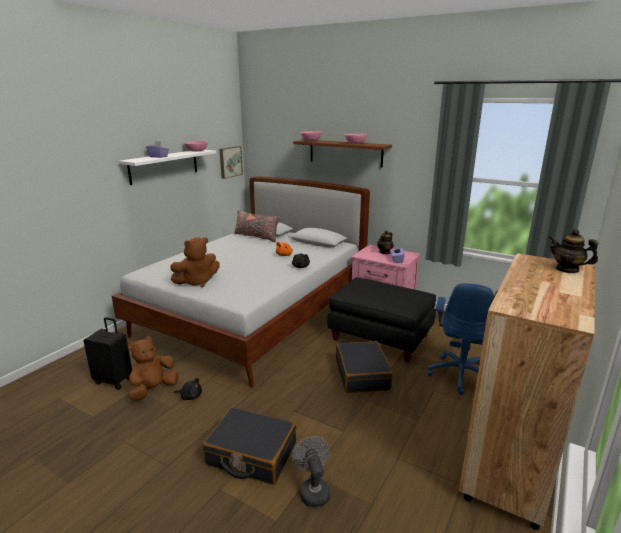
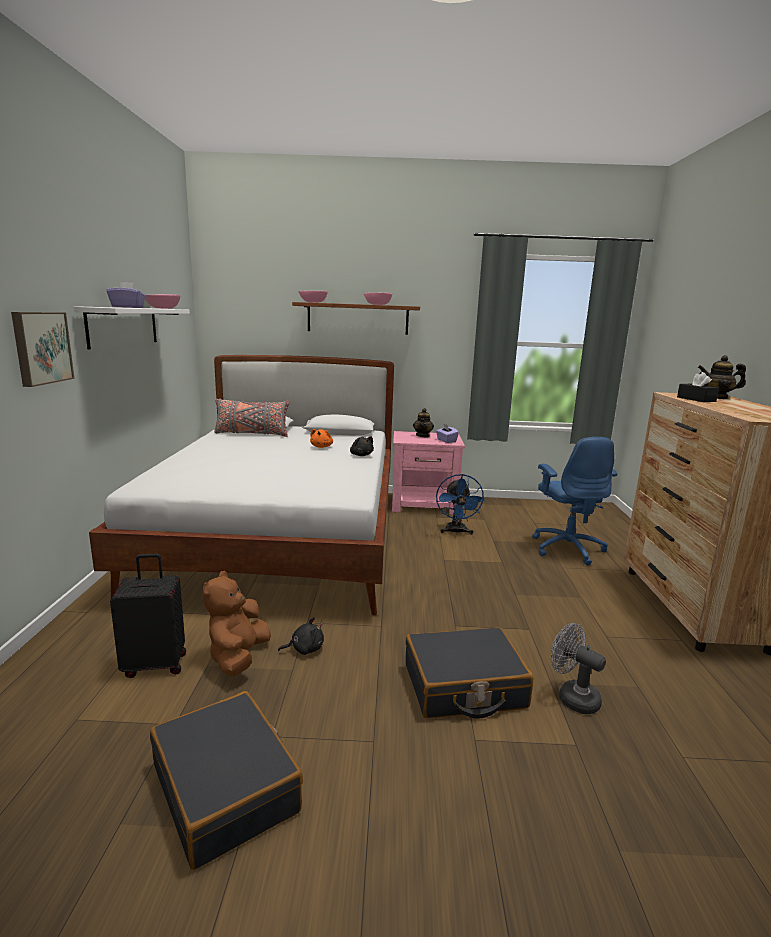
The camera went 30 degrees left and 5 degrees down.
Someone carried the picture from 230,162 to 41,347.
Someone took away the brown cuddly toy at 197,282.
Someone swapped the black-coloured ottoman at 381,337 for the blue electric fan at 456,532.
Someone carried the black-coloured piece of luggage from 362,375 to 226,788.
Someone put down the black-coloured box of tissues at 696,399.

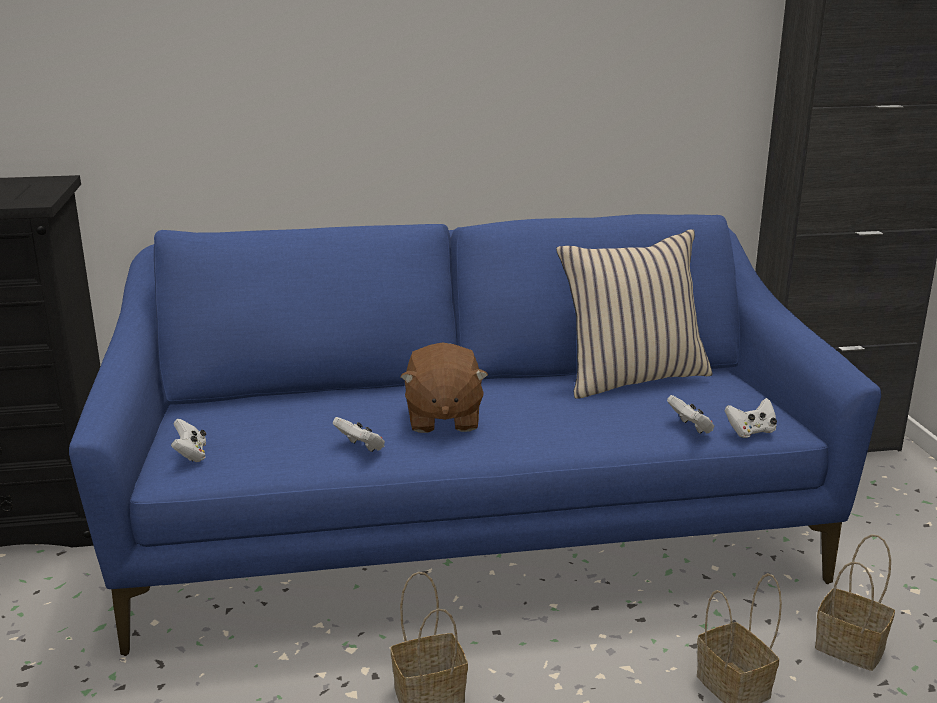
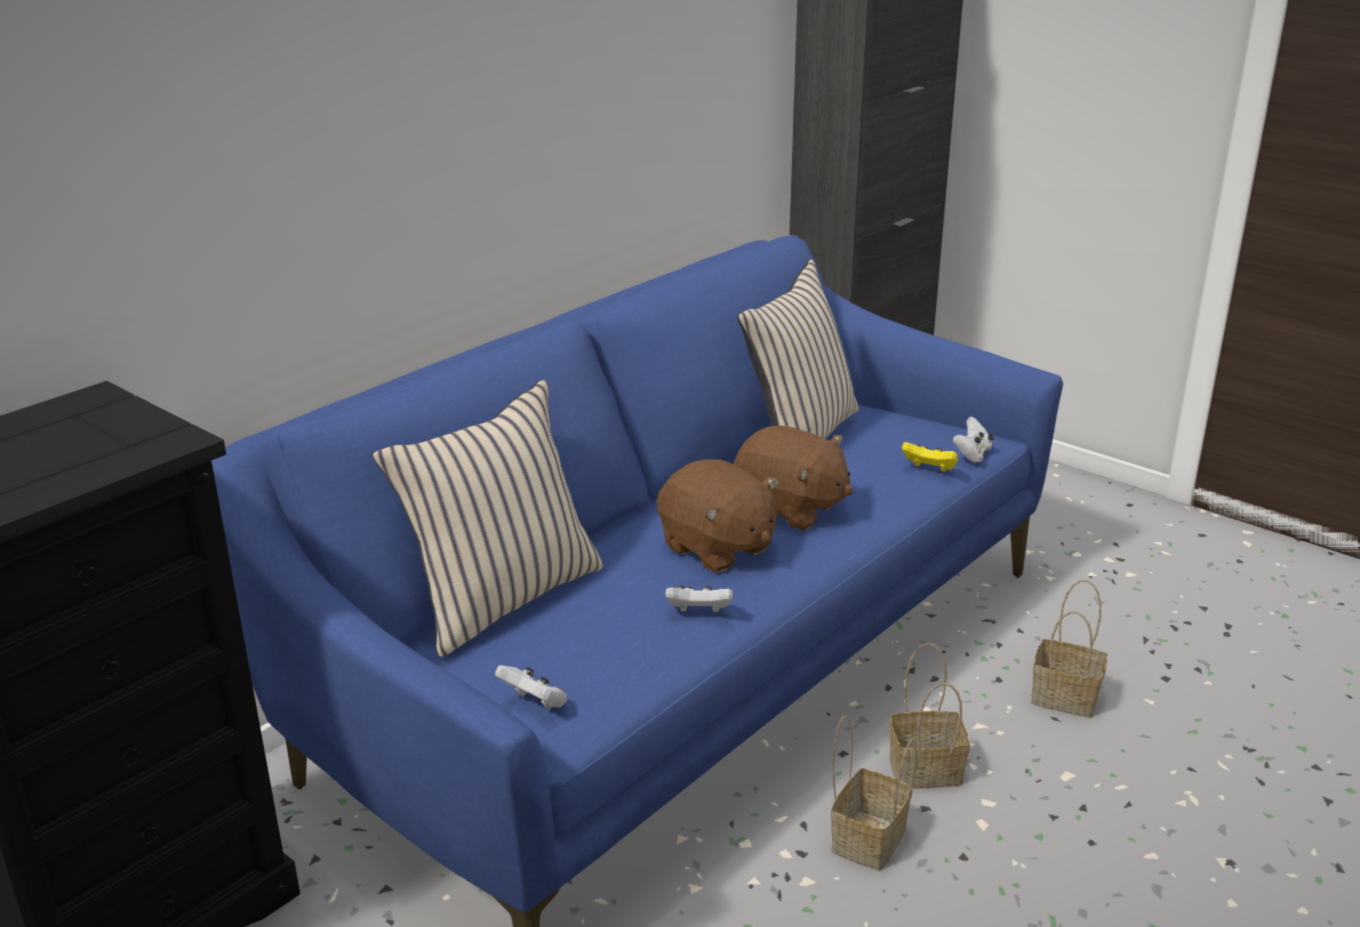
The camera went 40 degrees left and 5 degrees up.
Someone repainted the white-coloured game controller at 690,428, which became the yellow game controller at 929,469.
Someone carried the basket from 852,648 to 927,769.
Someone put down the sand-coloured throw pillow at 501,598.
Someone put down the brown cuddly toy at 789,509.

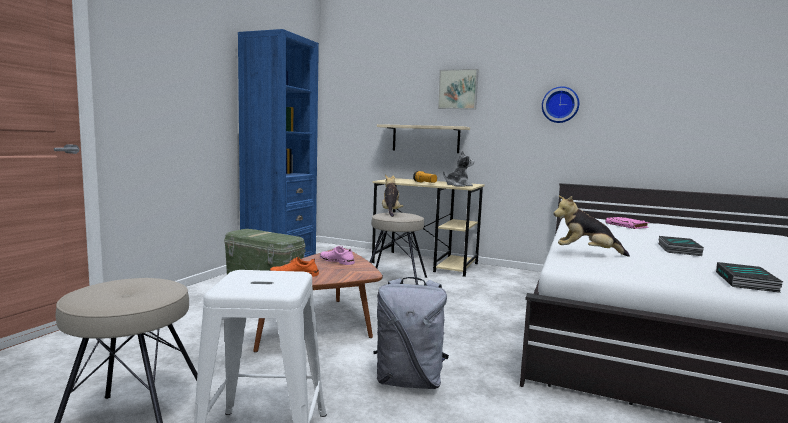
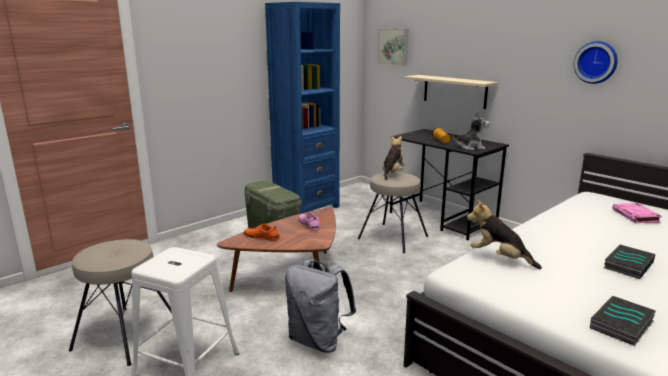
The camera went 25 degrees right and 10 degrees up.
Someone carried the picture from 458,89 to 393,47.
Someone repainted the sand-coloured desk unit at 426,263, which became the black-coloured desk unit at 442,219.

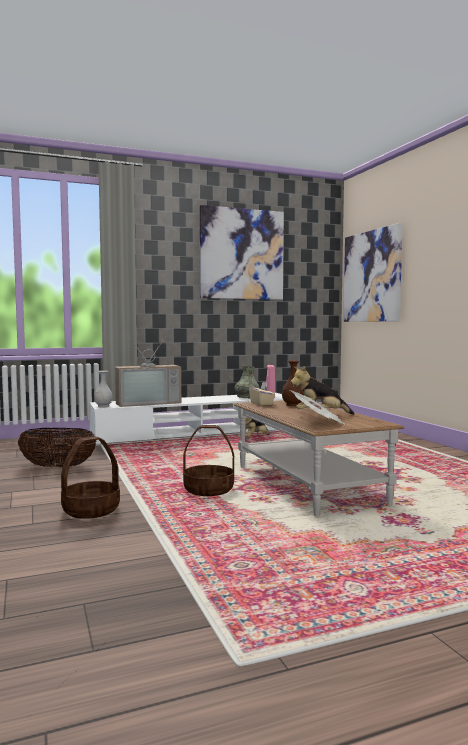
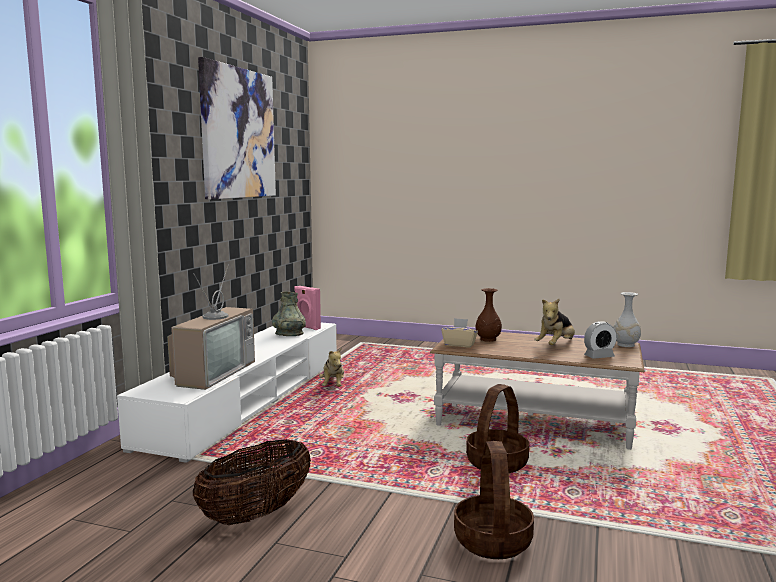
The camera went 50 degrees left and 5 degrees up.
Someone took away the picture at 372,276.
Someone carried the white-coloured flower vase from 103,406 to 625,345.
Someone swapped the newspaper at 318,423 for the table clock at 599,356.

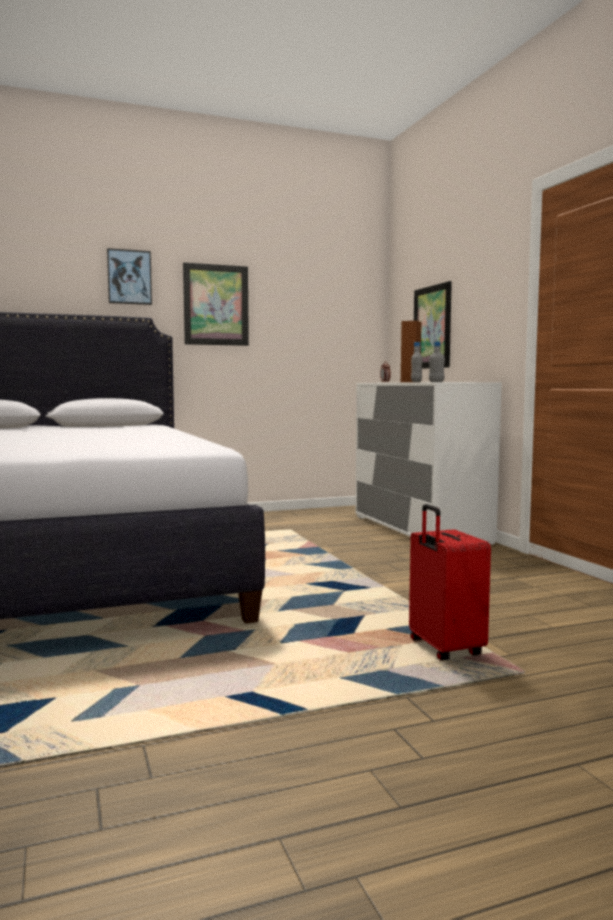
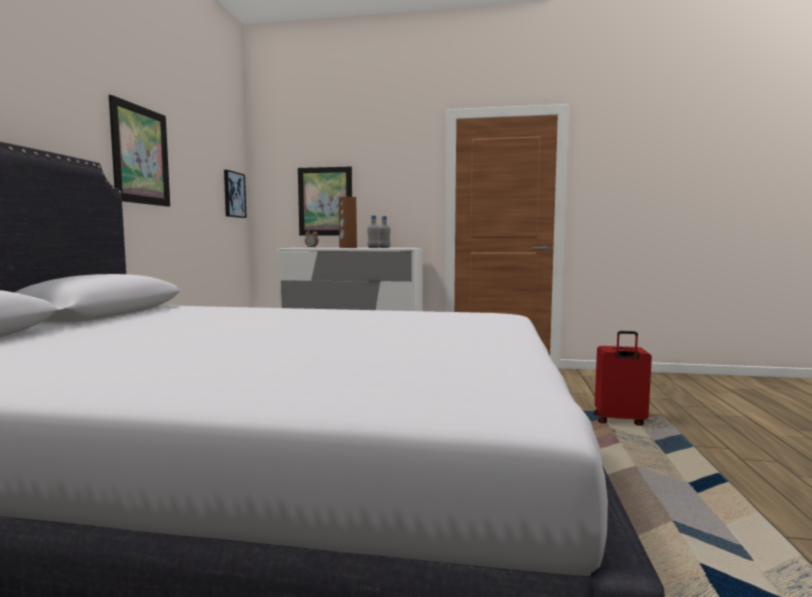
The camera went 60 degrees left and 0 degrees up.
Someone carried the picture from 129,277 to 234,194.

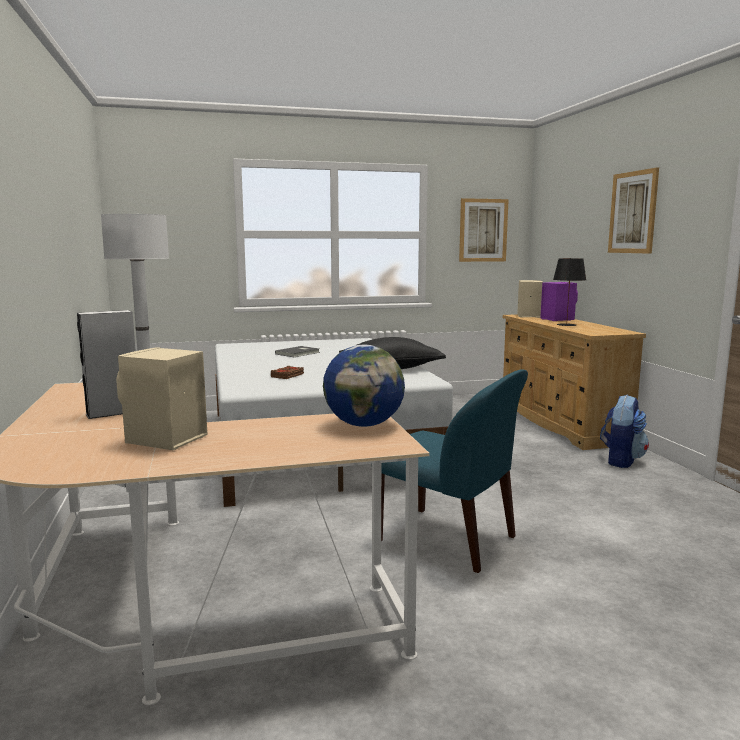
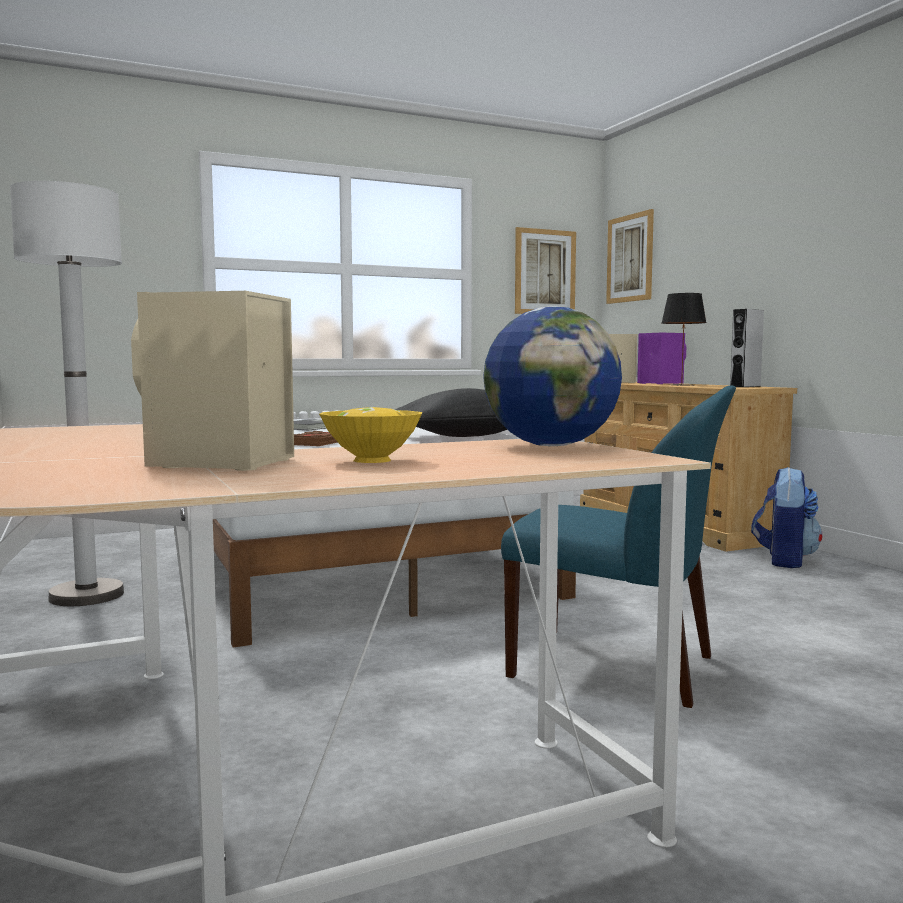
The camera went 10 degrees left and 5 degrees down.
Someone carried the picture from 633,212 to 630,258.
Someone carried the gray audio speaker from 113,413 to 745,386.
Someone put down the yellow serving bowl at 374,460.

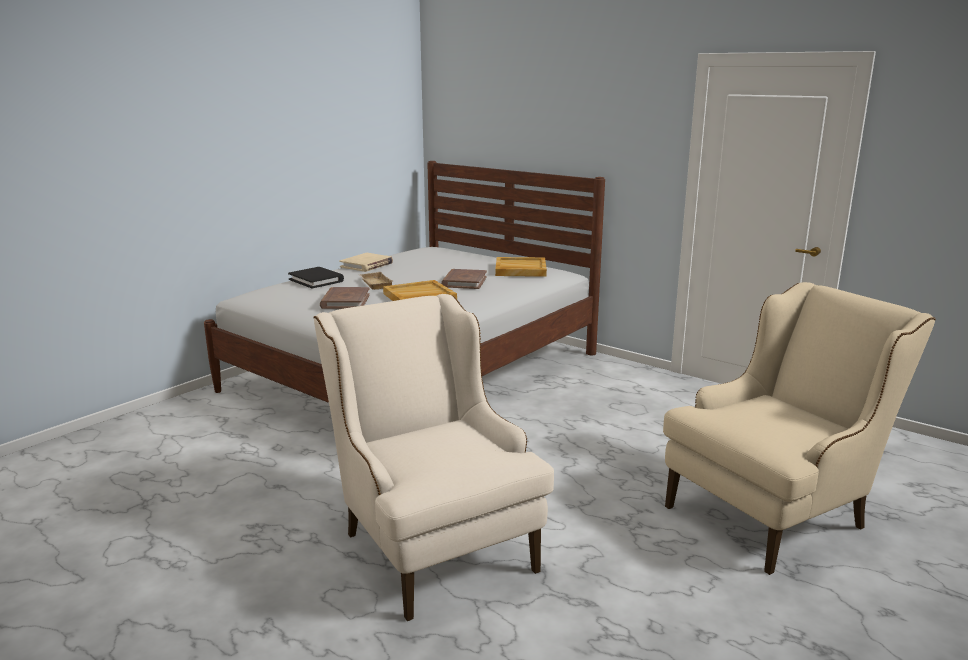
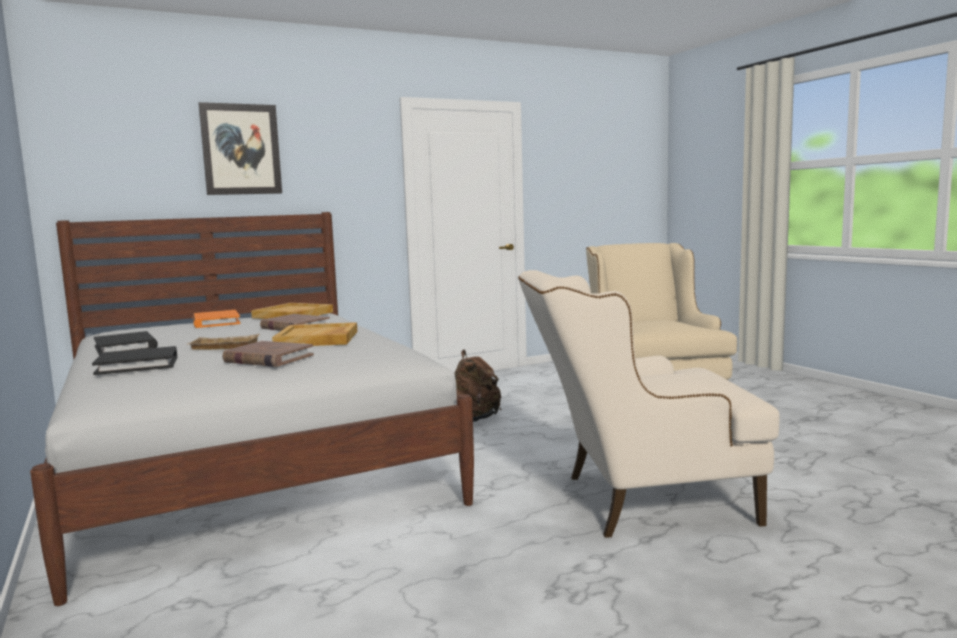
The camera went 65 degrees left and 10 degrees down.
Someone repainted the sand-coloured volume at 366,265, which became the black-coloured volume at 126,347.
Someone put up the picture at 241,149.
Someone put down the orangey volume at 216,322.
Someone put down the brown knapsack at 473,420.

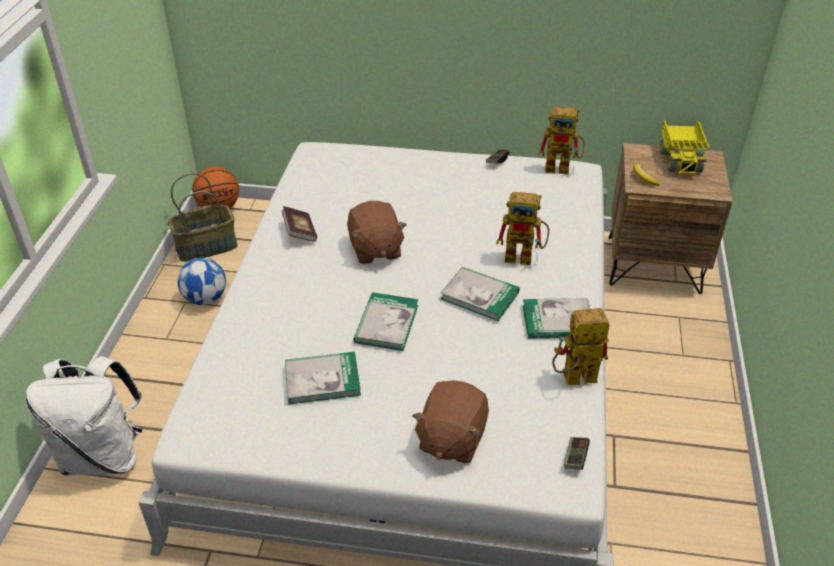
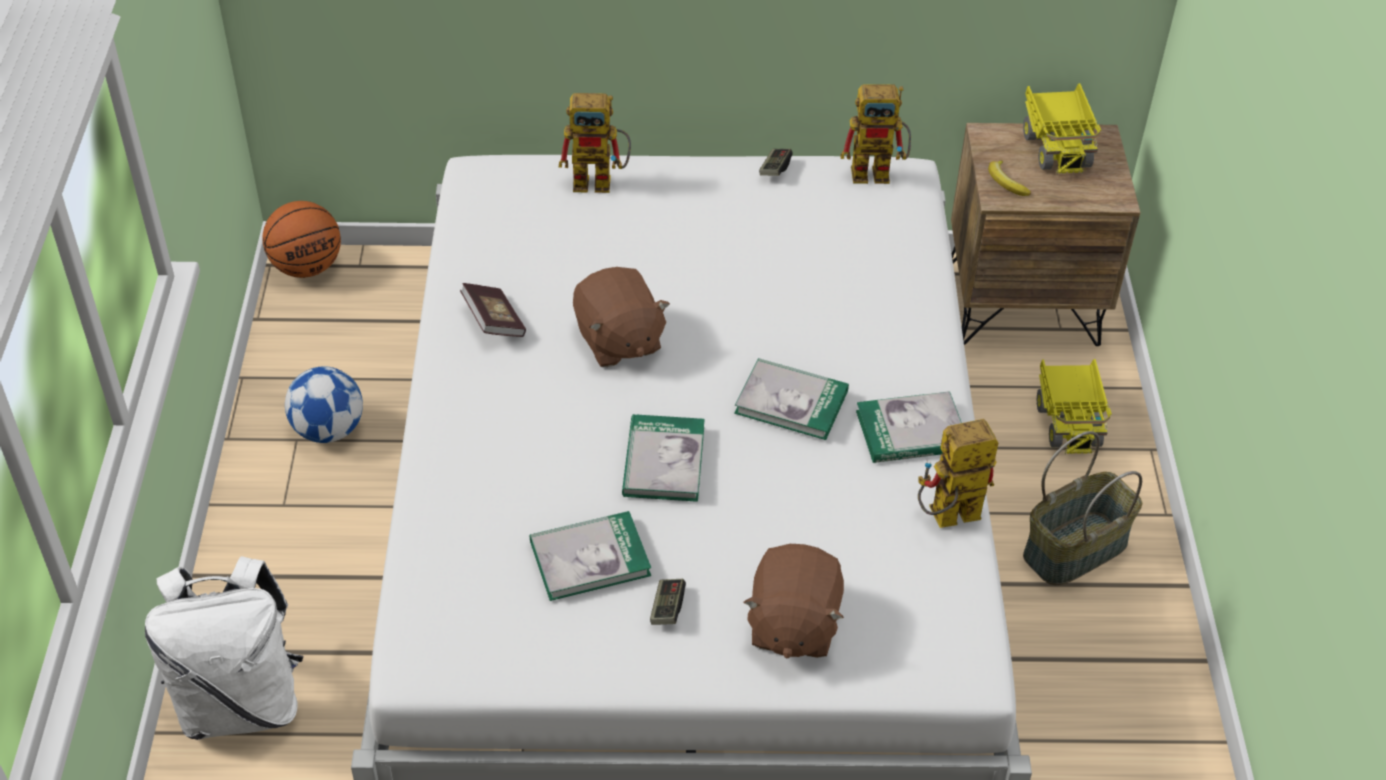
The camera went 10 degrees left and 5 degrees up.
Someone carried the basket from 207,246 to 1074,548.
Someone carried the robot figure from 525,256 to 601,181.
Someone carried the game controller from 575,458 to 667,608.
Someone put down the toy truck at 1069,421.

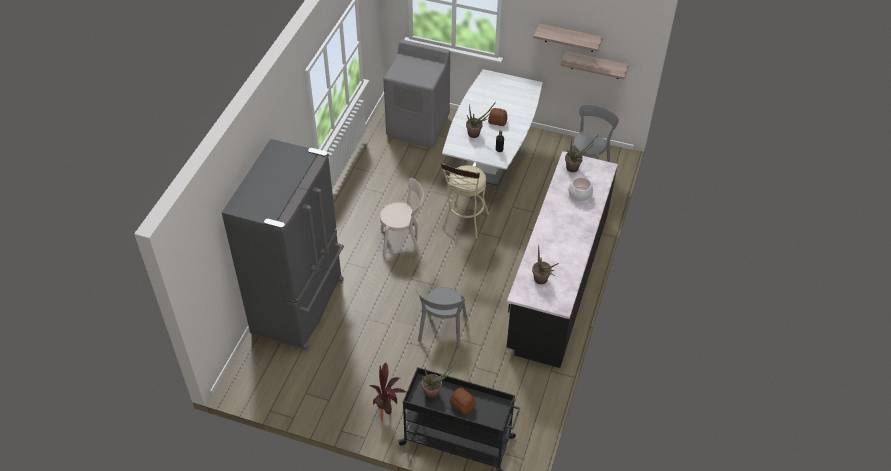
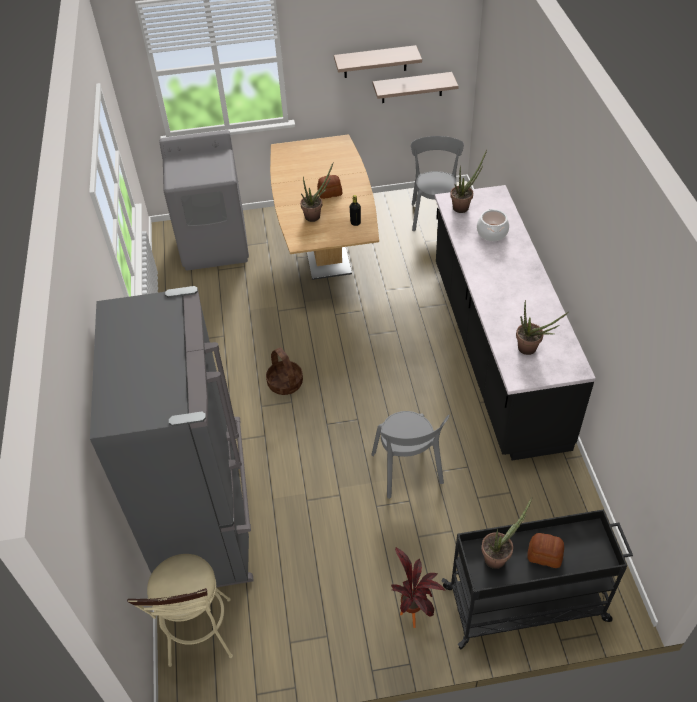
The camera went 25 degrees left and 0 degrees up.
Someone repainted the white-coloured dining table at 491,161, which became the brown dining table at 326,250.
Someone carried the sand-coloured stool seat from 464,224 to 200,638.
Someone swapped the sand-coloured plain chair at 403,241 for the basket at 285,383.

